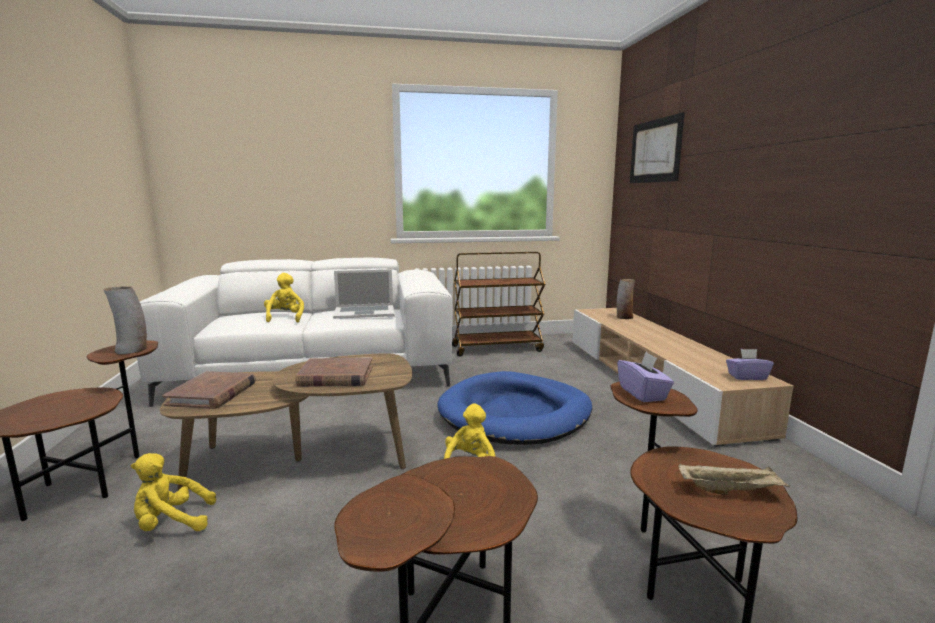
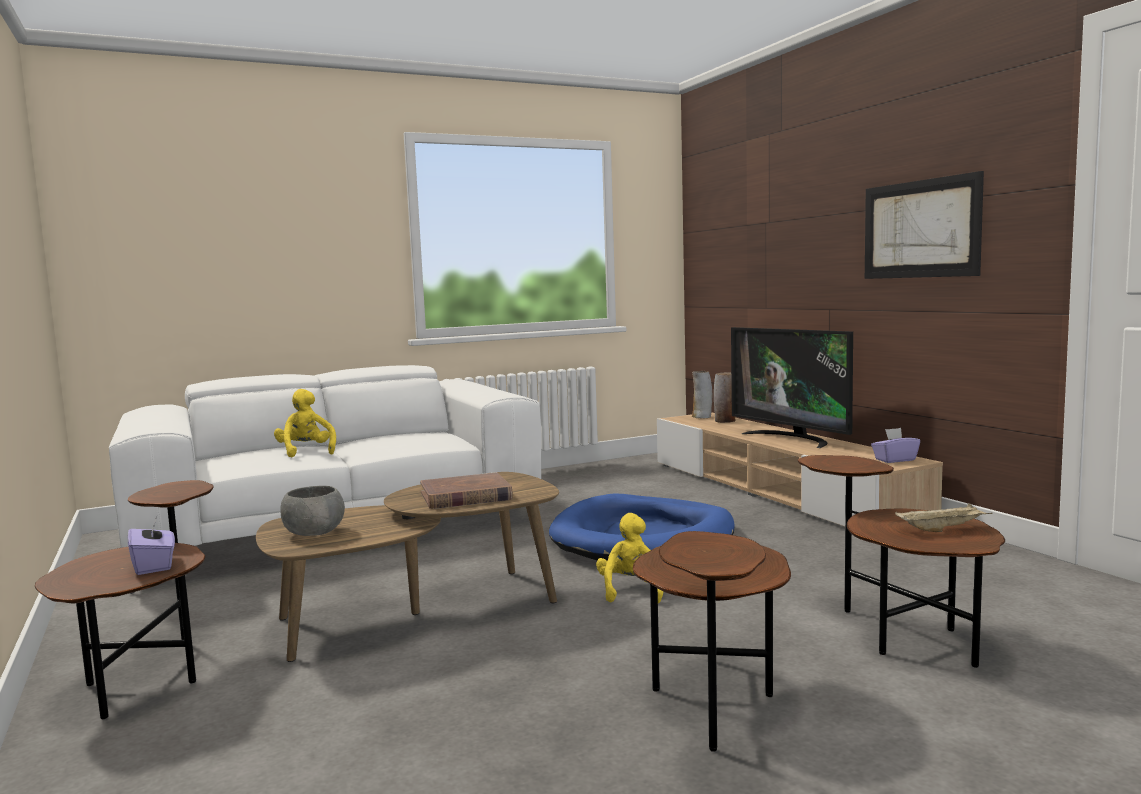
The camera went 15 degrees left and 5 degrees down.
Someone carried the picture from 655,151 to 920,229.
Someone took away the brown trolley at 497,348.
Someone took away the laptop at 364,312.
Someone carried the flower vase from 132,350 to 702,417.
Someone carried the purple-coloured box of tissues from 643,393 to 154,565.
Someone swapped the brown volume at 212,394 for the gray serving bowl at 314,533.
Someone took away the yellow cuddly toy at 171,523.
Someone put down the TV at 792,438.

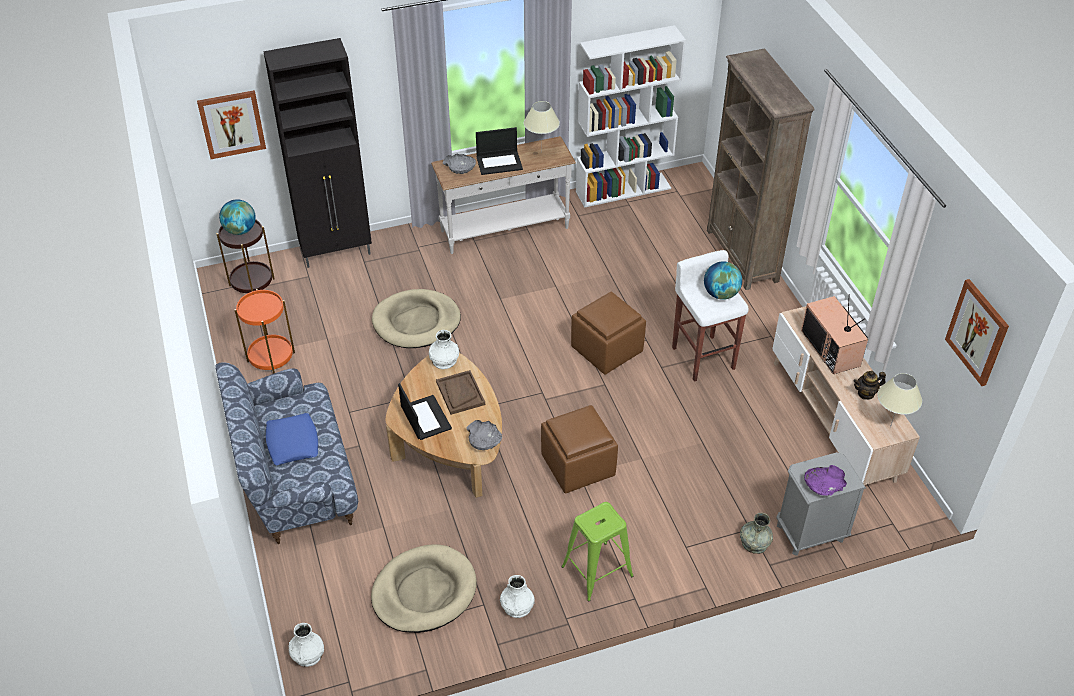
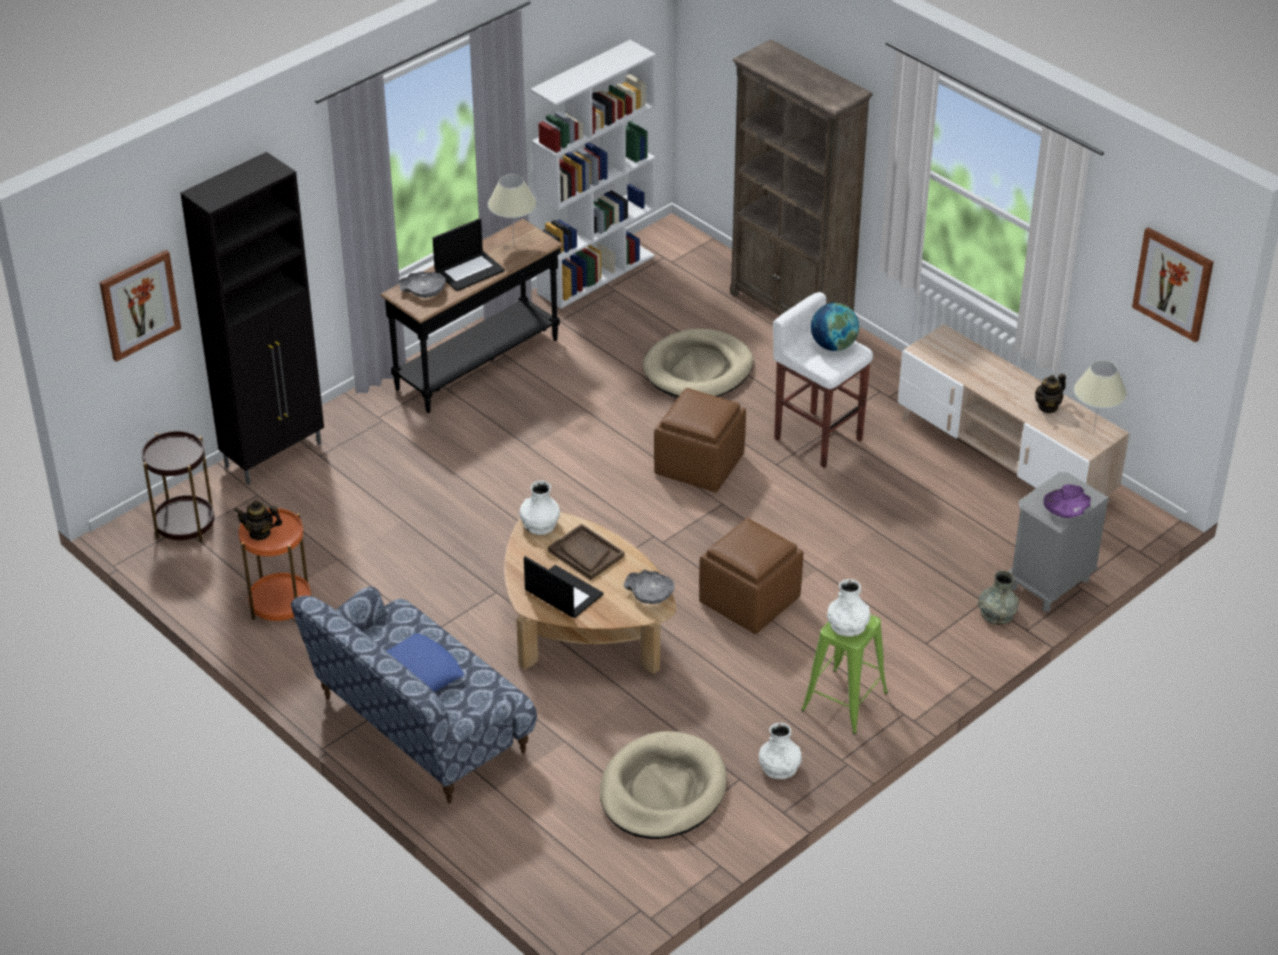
The camera went 25 degrees left and 5 degrees down.
Someone repainted the white-coloured console table at 505,230, which became the black-coloured console table at 478,365.
Someone took away the globe at 240,230.
Someone carried the sand-coloured dog bed from 416,322 to 698,369.
Someone took away the TV at 832,348.
Someone carried the white-coloured flower vase from 308,655 to 848,626.
Someone put down the teapot at 260,533.

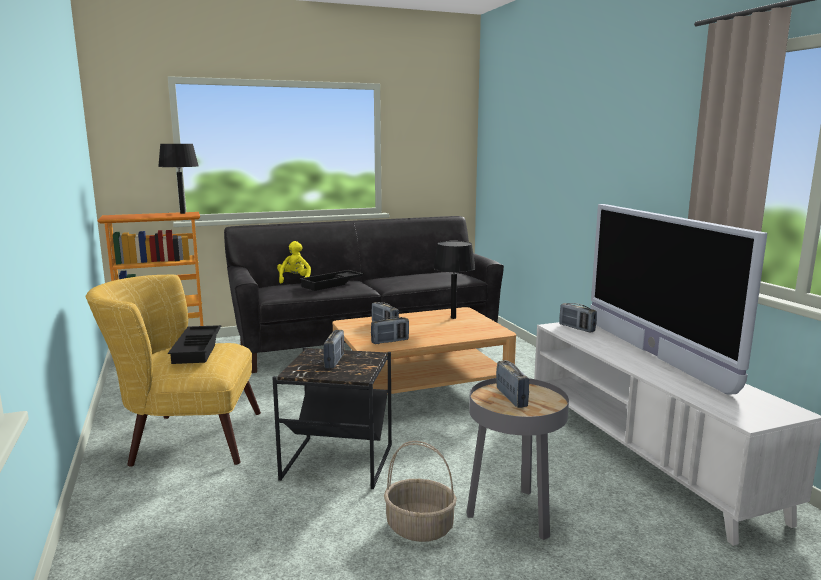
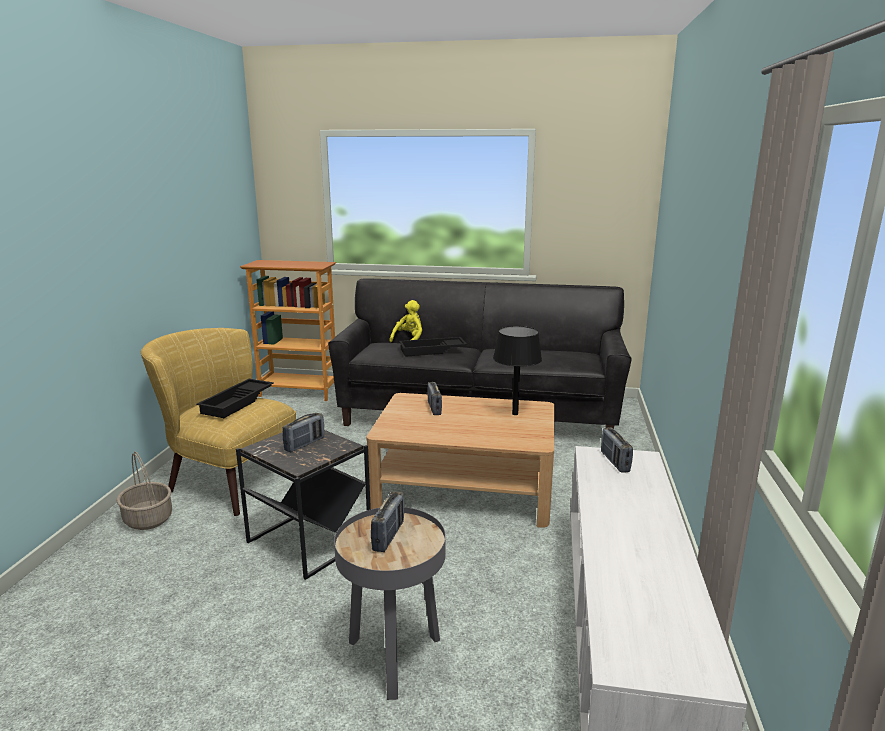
The camera went 30 degrees right and 5 degrees up.
Someone took away the black-coloured table lamp at 183,213.
Someone took away the TV at 653,354.
Someone took away the radio set at 390,341.
Someone carried the basket from 420,527 to 149,519.

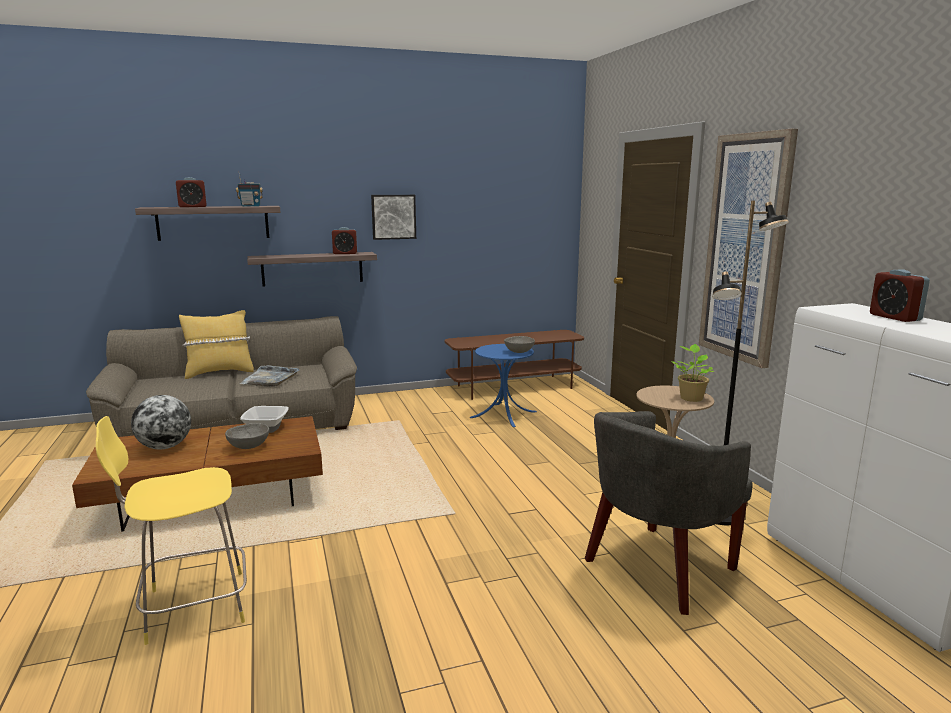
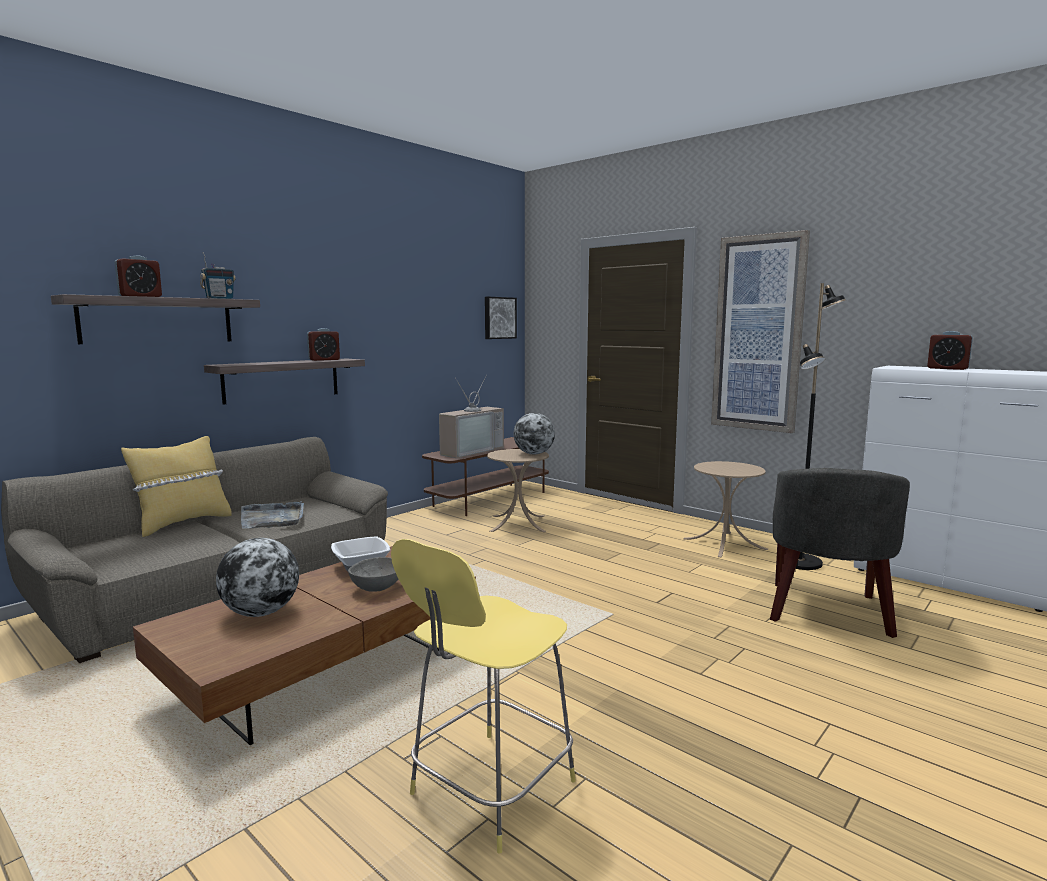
The camera went 30 degrees left and 5 degrees down.
Someone carried the picture from 393,216 to 499,318.
Someone swapped the gray serving bowl at 519,352 for the globe at 534,454.
Someone repainted the blue end table at 503,414, which became the sand-coloured end table at 517,523.
Someone took away the potted plant at 691,397.
Someone put down the TV at 469,451.

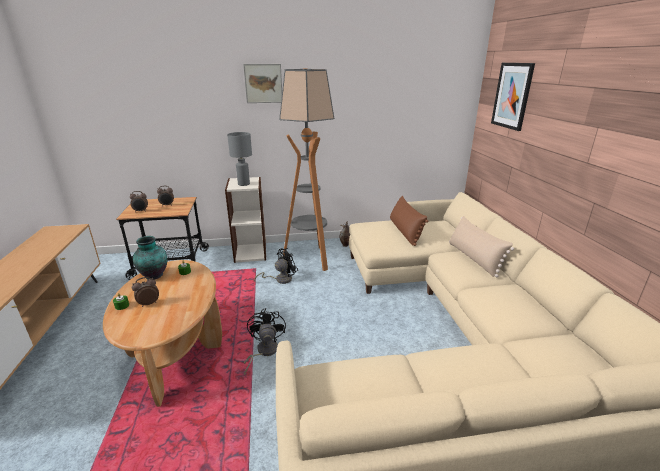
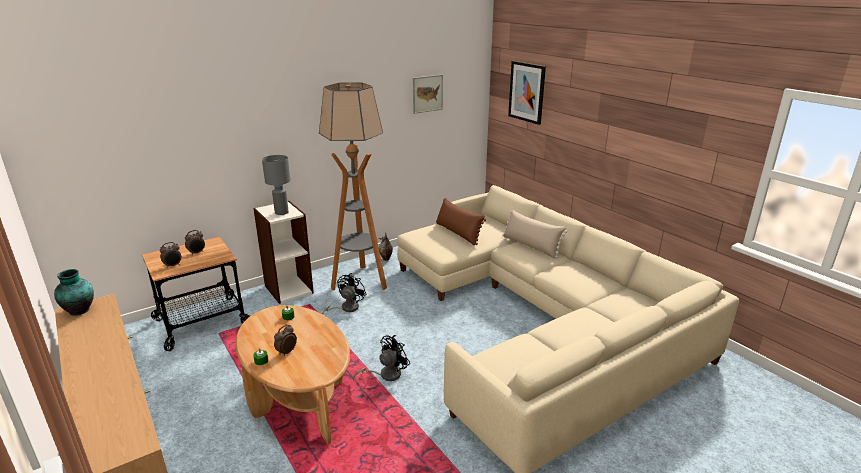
The camera went 25 degrees left and 0 degrees up.
Someone carried the picture from 263,83 to 427,93.
Someone carried the flower vase from 154,276 to 80,311.
Someone rotated the black-coloured electric fan at 263,352 by 75 degrees clockwise.

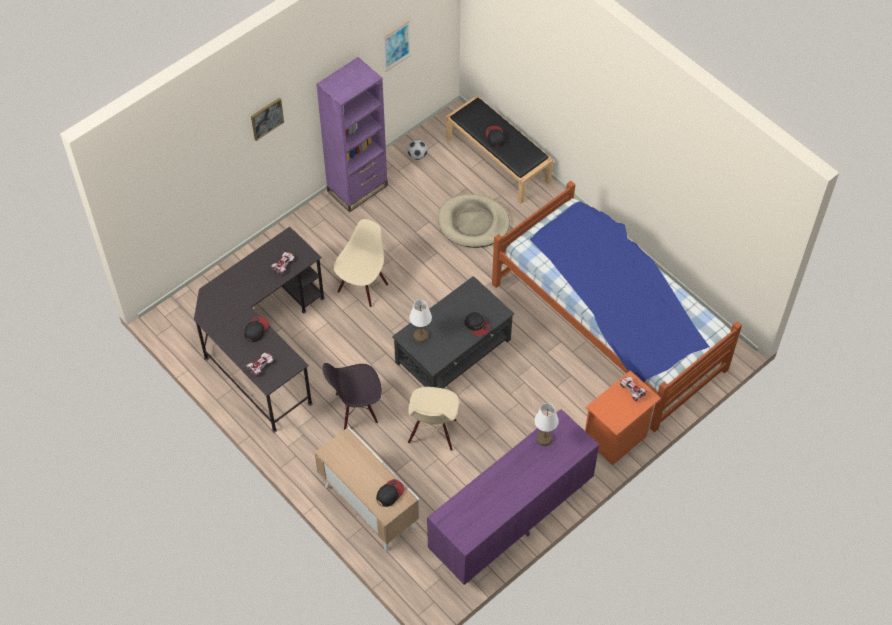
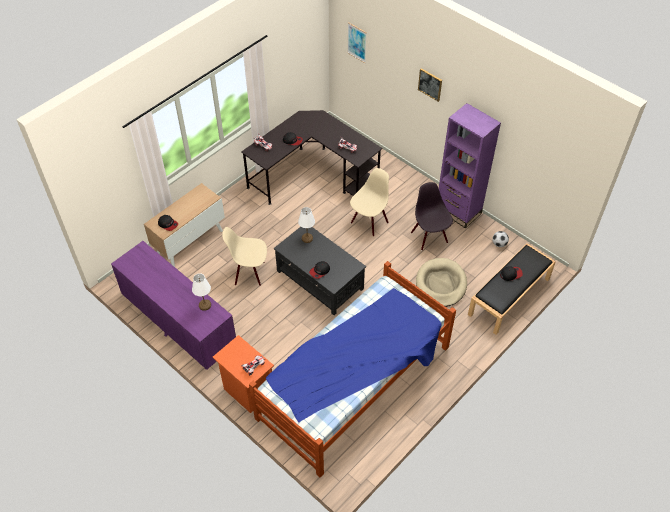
The camera went 85 degrees right and 5 degrees down.
Someone carried the picture from 396,46 to 357,42.
Someone rotated the sand-coloured plain chair at 362,287 by 75 degrees counterclockwise.
Someone carried the black-coloured plain chair from 356,409 to 429,237.

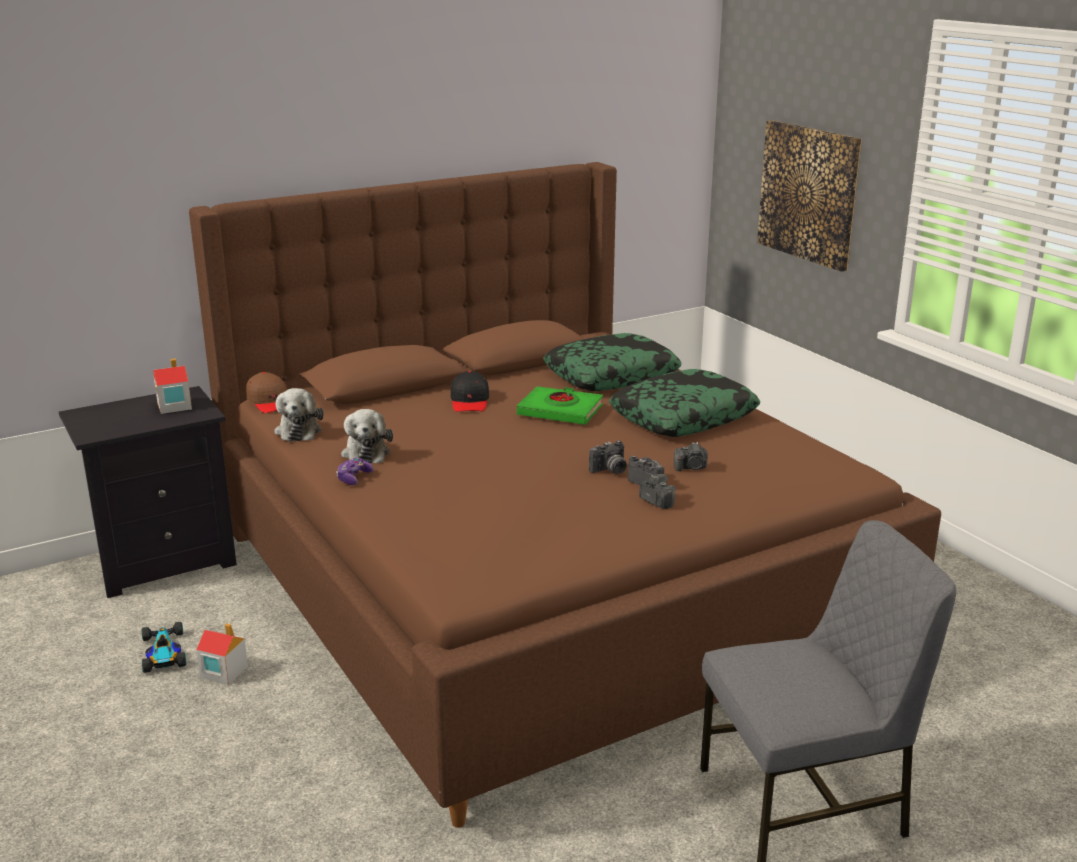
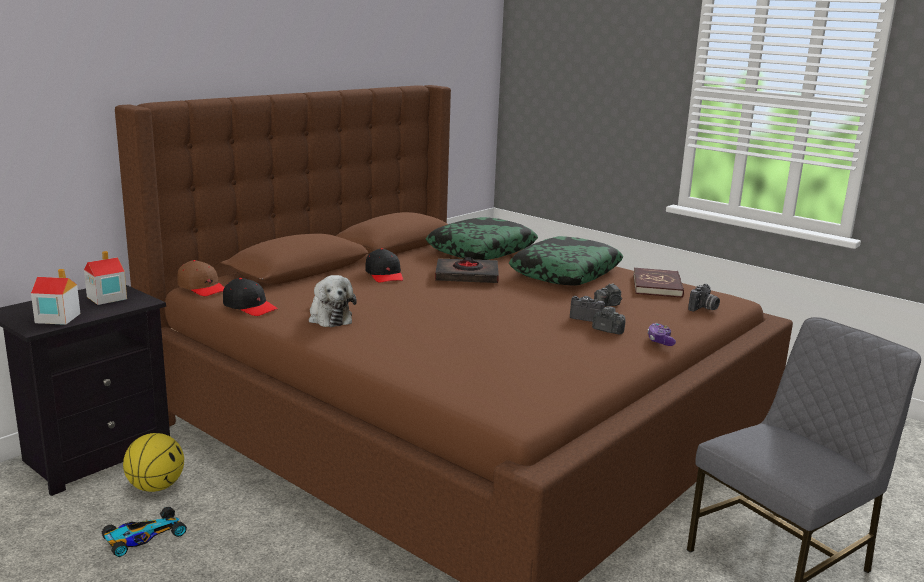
The camera went 20 degrees left and 5 degrees down.
Someone took away the picture at 809,193.
Someone repainted the green-coloured volume at 560,411, which became the black-coloured volume at 467,276.
Someone swapped the cuddly toy at 299,430 for the black-coloured peaked cap at 250,306.
Someone carried the still camera from 610,471 to 703,308.
Someone carried the game controller from 354,478 to 660,341.
Someone rotated the toy car at 164,653 by 90 degrees clockwise.
Someone carried the model house from 223,672 to 57,318.
Someone put down the reddish volume at 657,286.
Someone put down the ball for basketball at 156,487.

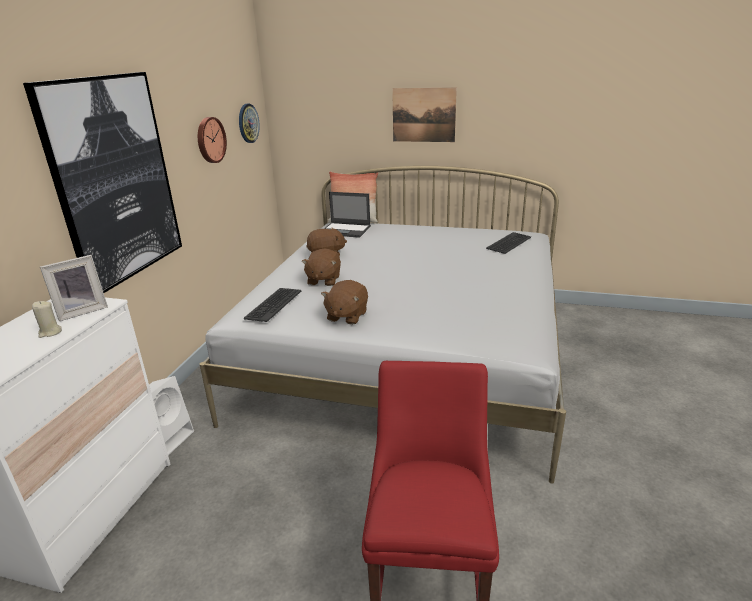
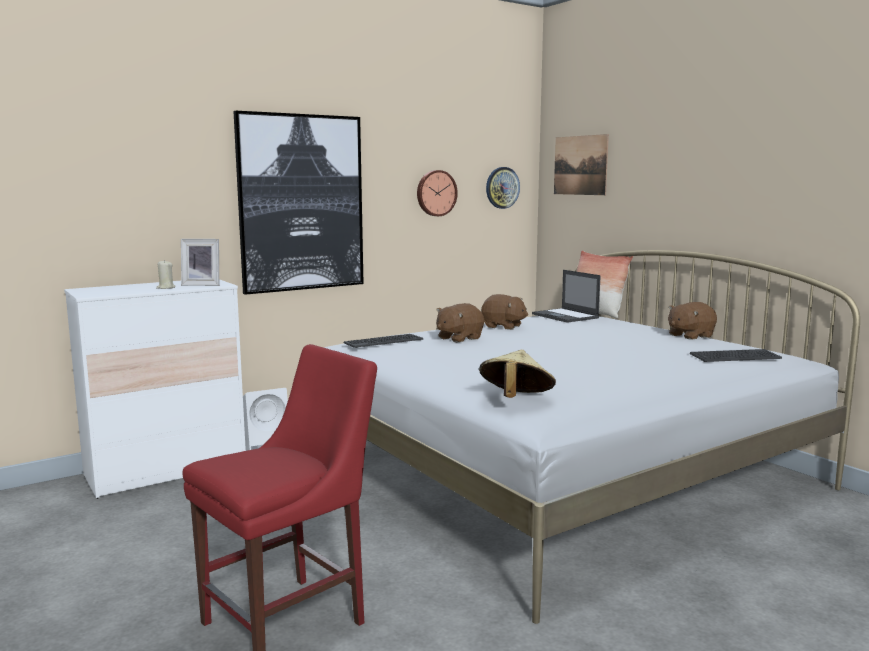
The camera went 40 degrees right and 15 degrees down.
Someone carried the picture from 423,115 to 580,165.
Someone carried the brown cuddly toy from 346,316 to 690,336.
Someone put down the sand-coloured clothing hat at 515,400.

